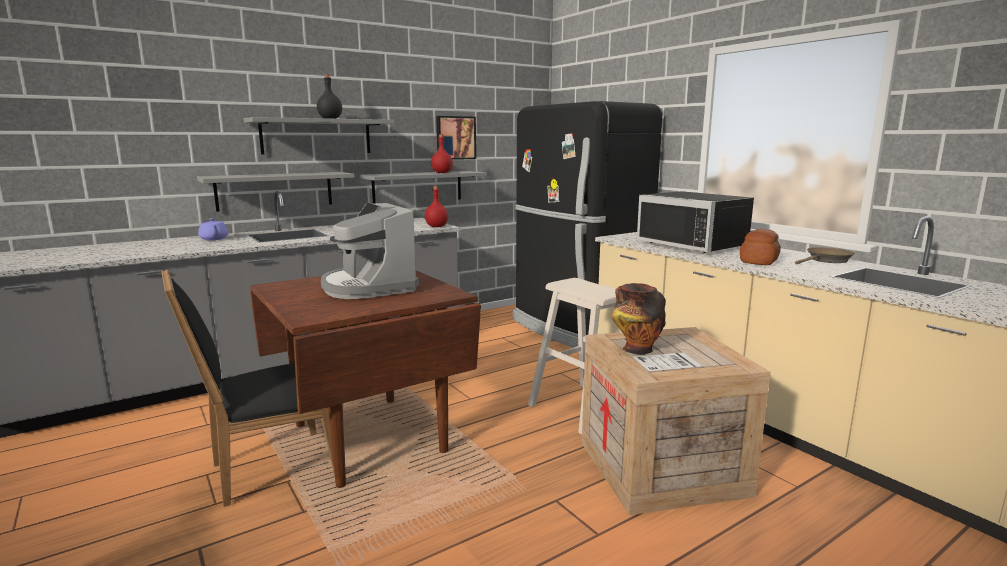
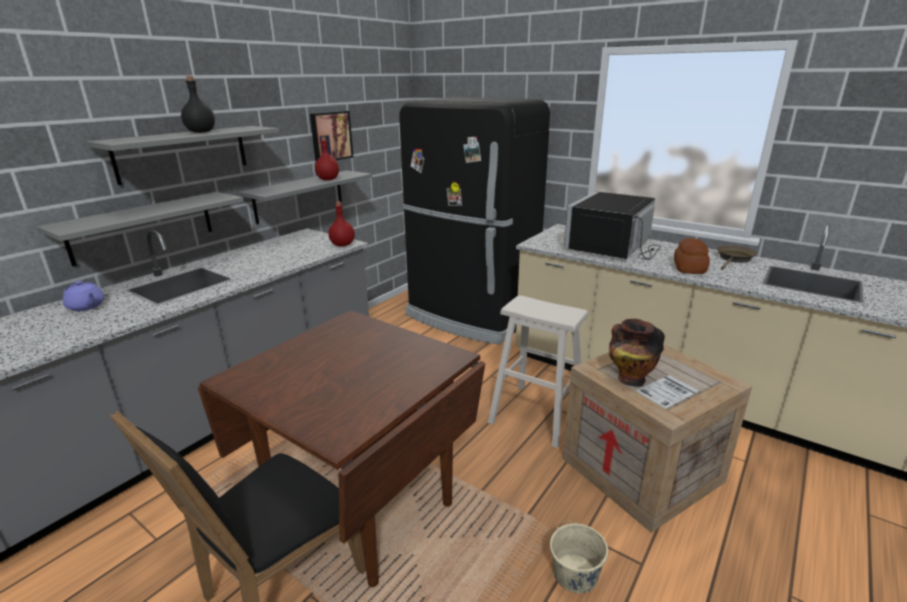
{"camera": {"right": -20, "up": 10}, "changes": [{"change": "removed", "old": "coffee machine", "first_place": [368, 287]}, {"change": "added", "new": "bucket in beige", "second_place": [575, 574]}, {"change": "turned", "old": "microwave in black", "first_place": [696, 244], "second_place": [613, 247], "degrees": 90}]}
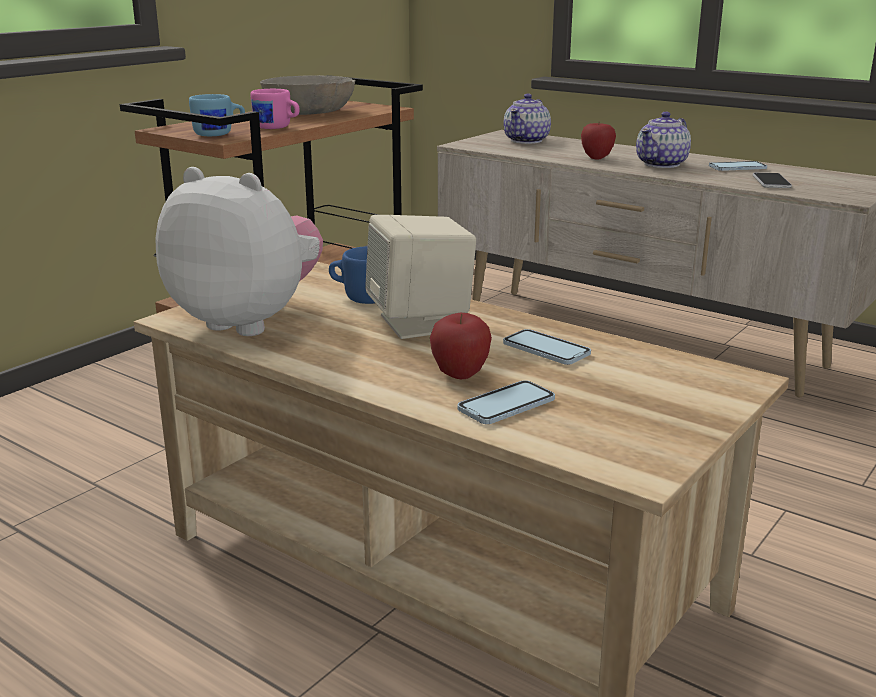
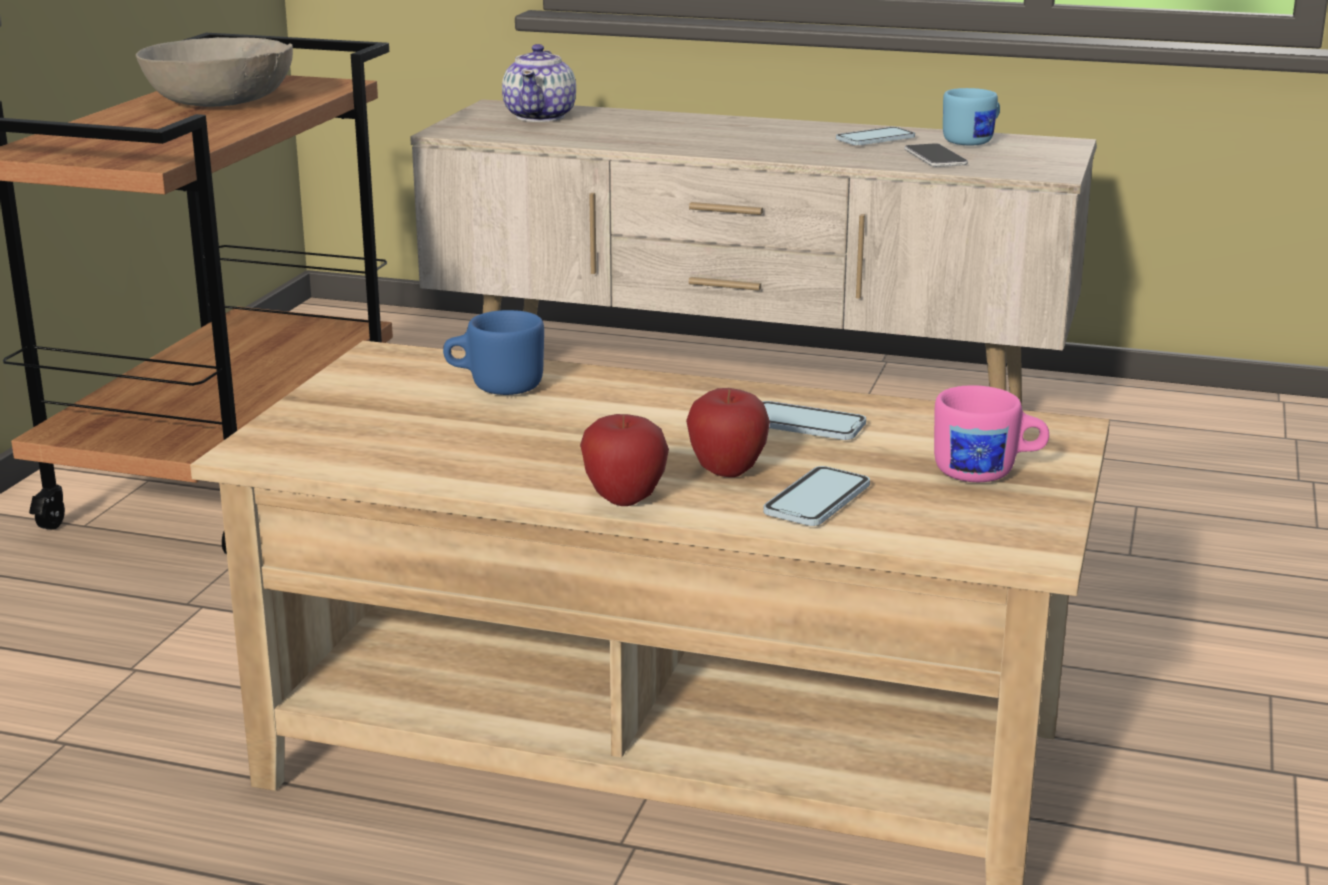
{"camera": {"right": -20, "up": 0}, "changes": [{"change": "removed", "old": "plush toy", "first_place": [248, 321]}, {"change": "removed", "old": "speaker in beige", "first_place": [420, 323]}, {"change": "removed", "old": "teapot", "first_place": [662, 164]}, {"change": "moved", "old": "mug in blue", "first_place": [219, 134], "second_place": [973, 141]}, {"change": "moved", "old": "mug in pink", "first_place": [277, 128], "second_place": [987, 473]}, {"change": "moved", "old": "apple", "first_place": [596, 158], "second_place": [624, 499]}]}
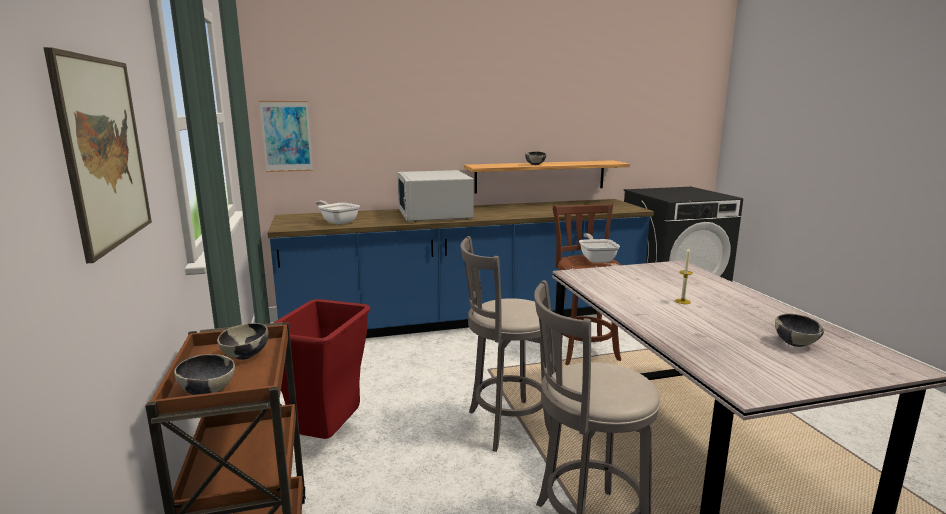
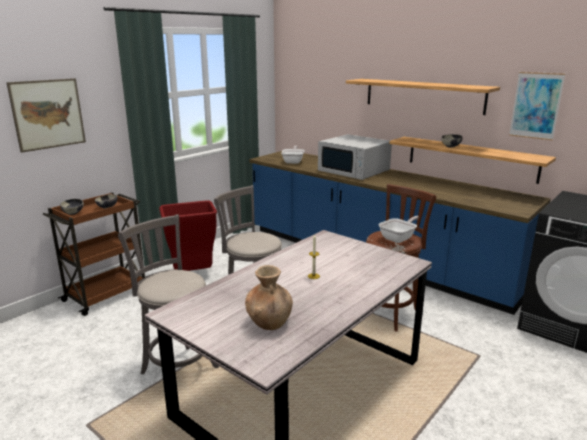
{"camera": {"right": 55, "up": 5}, "changes": [{"change": "added", "new": "shelf", "second_place": [423, 95]}, {"change": "moved", "old": "picture", "first_place": [287, 136], "second_place": [536, 105]}, {"change": "replaced", "old": "bowl", "new": "vase in brown", "first_place": [795, 343], "second_place": [269, 322]}, {"change": "turned", "old": "microwave in white", "first_place": [434, 214], "second_place": [354, 171], "degrees": -90}]}
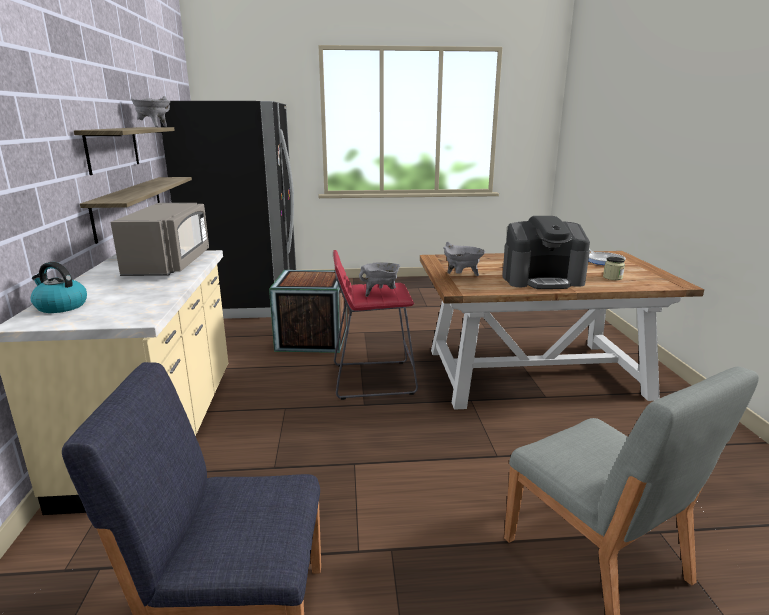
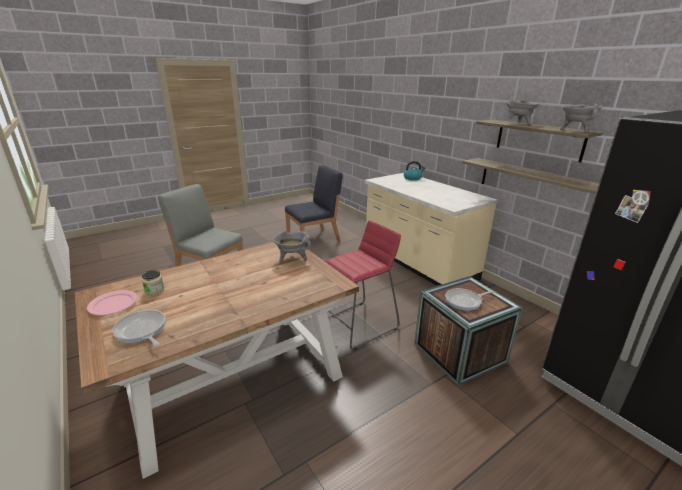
{"camera": {"right": 150, "up": 5}, "changes": [{"change": "removed", "old": "microwave in grey", "first_place": [170, 264]}, {"change": "removed", "old": "coffee machine", "first_place": [542, 280]}, {"change": "added", "new": "plate in pink", "second_place": [114, 304]}, {"change": "added", "new": "frying pan", "second_place": [465, 301]}, {"change": "moved", "old": "cooking pot in grey", "first_place": [380, 293], "second_place": [518, 124]}]}
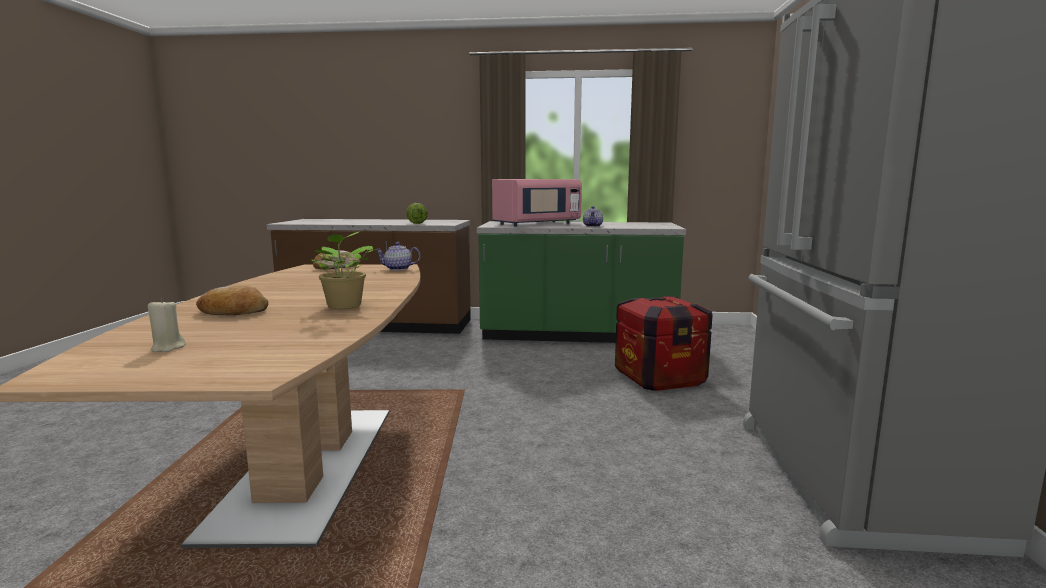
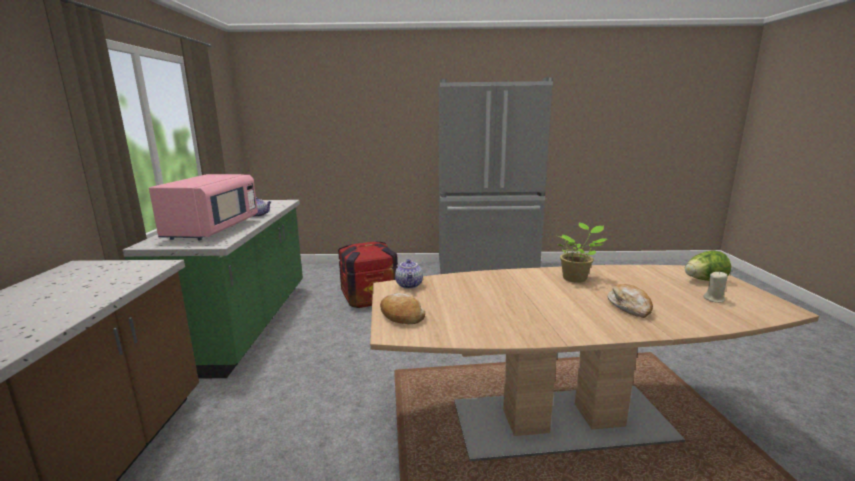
{"camera": {"right": -95, "up": 5}, "changes": [{"change": "moved", "old": "lettuce", "first_place": [416, 223], "second_place": [704, 280]}, {"change": "turned", "old": "microwave in pink", "first_place": [536, 224], "second_place": [212, 230], "degrees": 45}]}
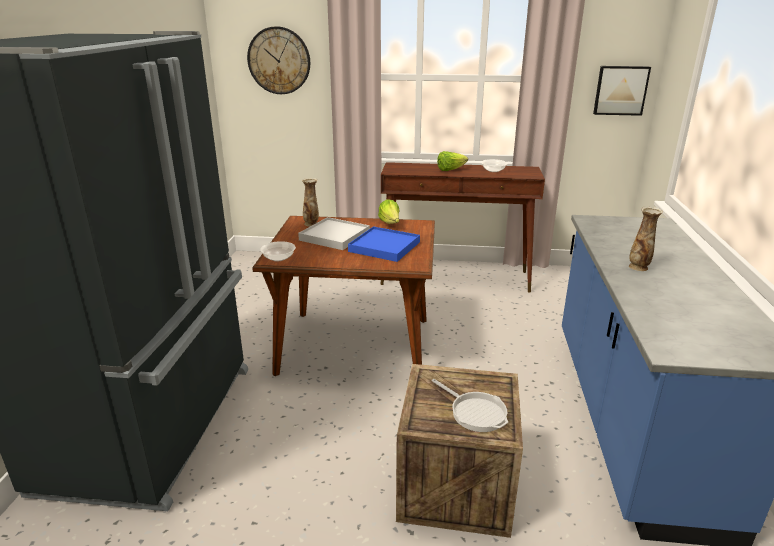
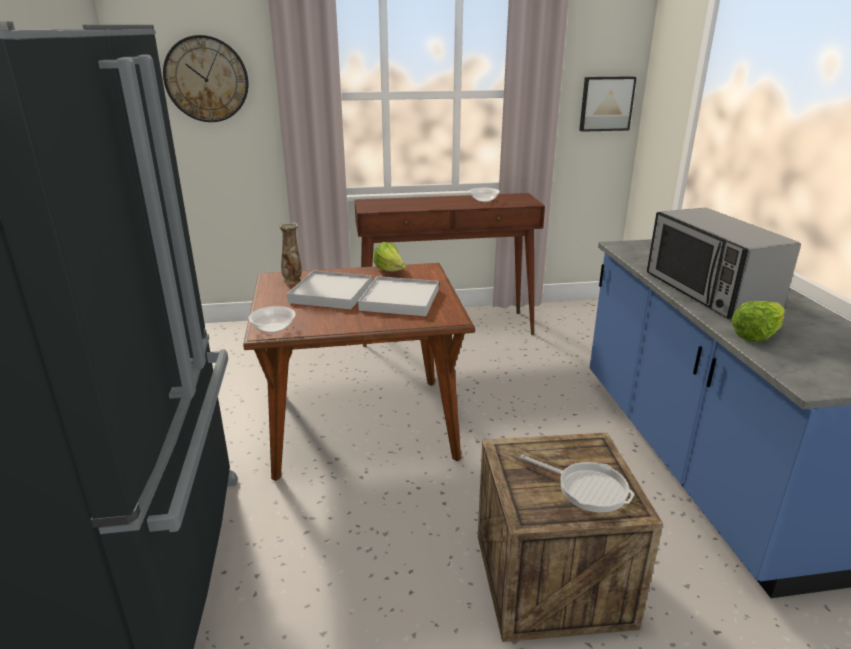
{"camera": {"right": -15, "up": 0}, "changes": [{"change": "moved", "old": "lettuce", "first_place": [450, 170], "second_place": [756, 335]}, {"change": "replaced", "old": "vase", "new": "microwave", "first_place": [639, 267], "second_place": [708, 292]}, {"change": "recoloured", "old": "tray in blue", "new": "tray in white", "first_place": [384, 247], "second_place": [399, 300]}]}
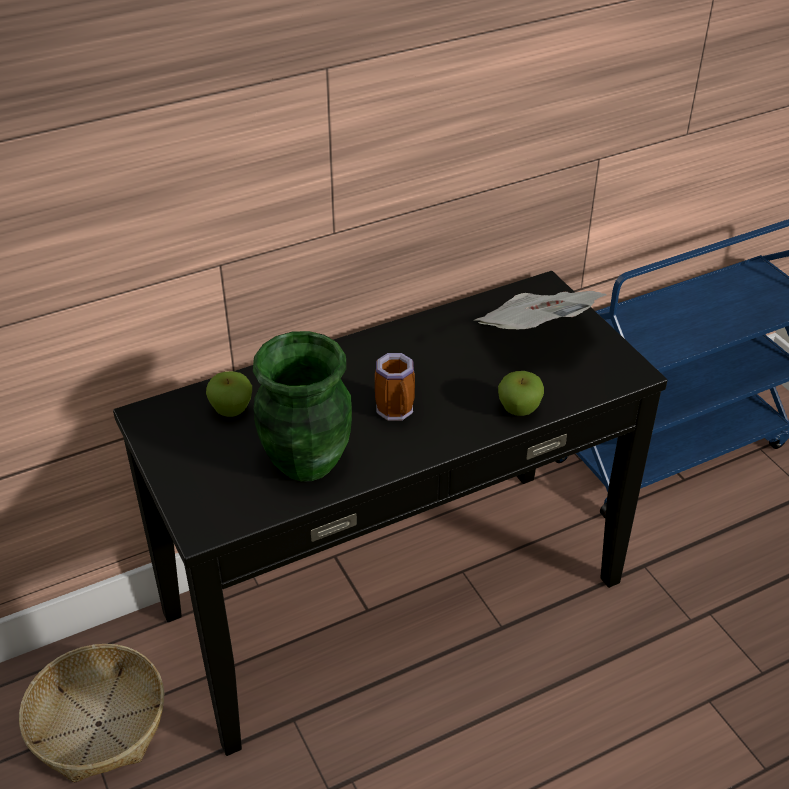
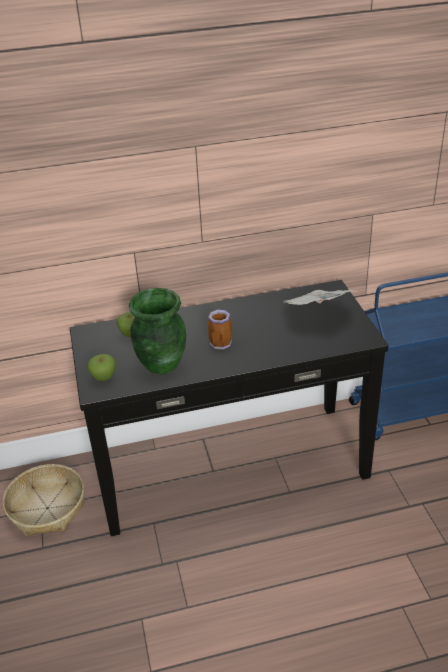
{"camera": {"right": 15, "up": -5}, "changes": [{"change": "moved", "old": "apple", "first_place": [519, 410], "second_place": [103, 377]}]}
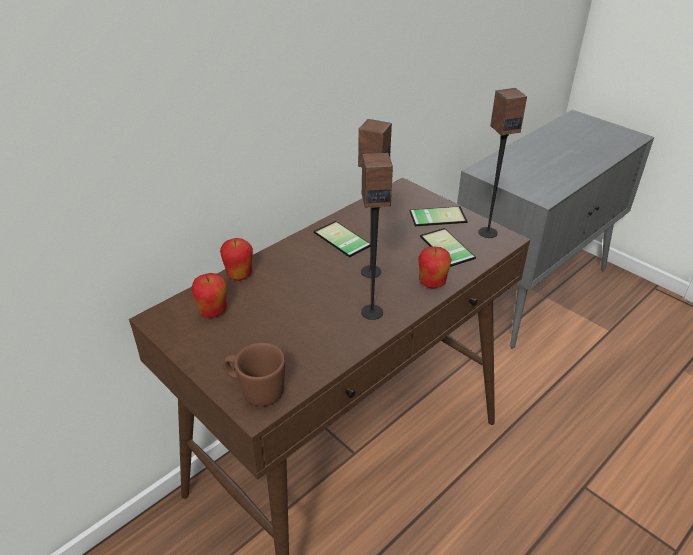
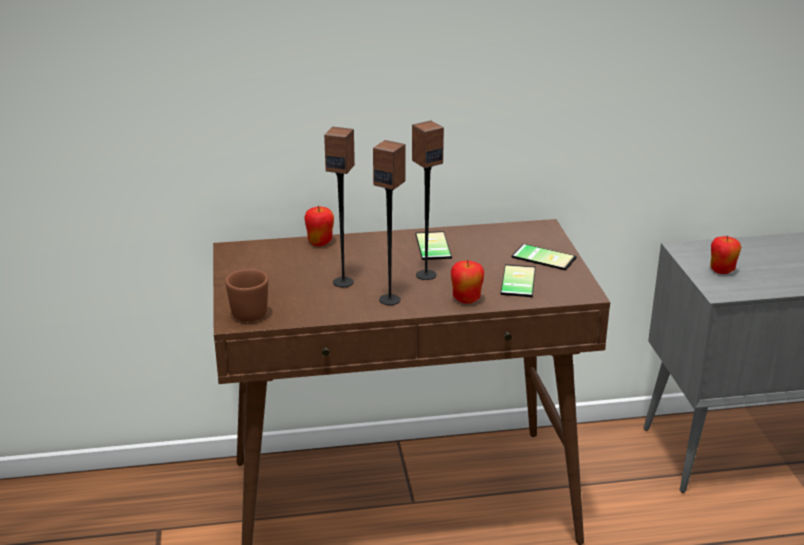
{"camera": {"right": 35, "up": -10}, "changes": [{"change": "moved", "old": "apple", "first_place": [213, 312], "second_place": [721, 271]}, {"change": "moved", "old": "speaker", "first_place": [487, 232], "second_place": [343, 282]}]}
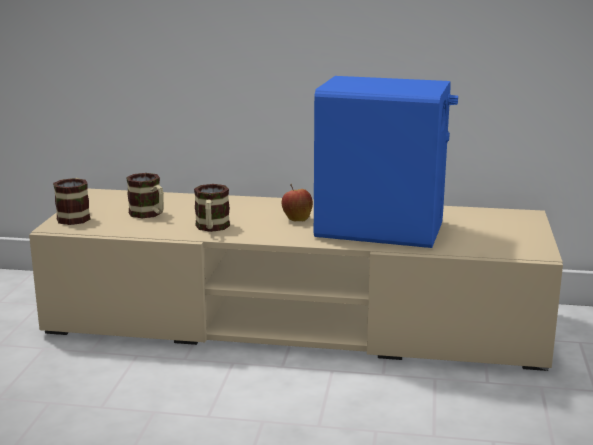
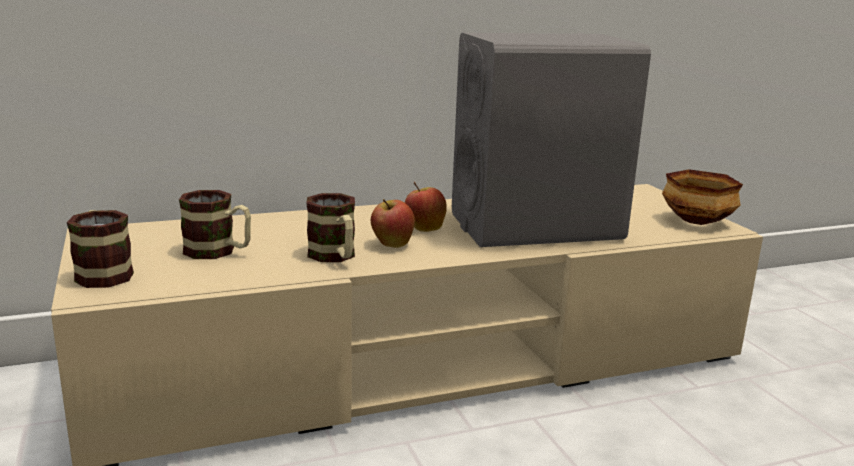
{"camera": {"right": -30, "up": 0}, "changes": [{"change": "added", "new": "apple", "second_place": [392, 245]}, {"change": "added", "new": "bowl", "second_place": [694, 221]}, {"change": "recoloured", "old": "speaker in blue", "new": "speaker in grey", "first_place": [380, 229], "second_place": [536, 227]}]}
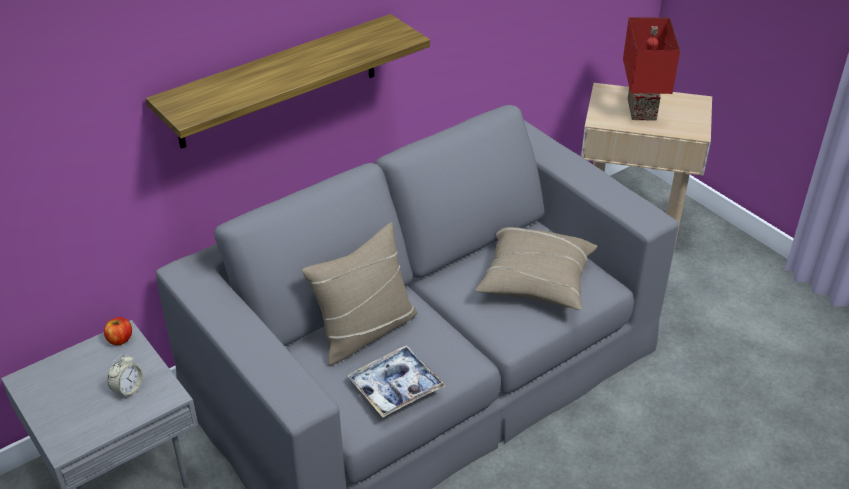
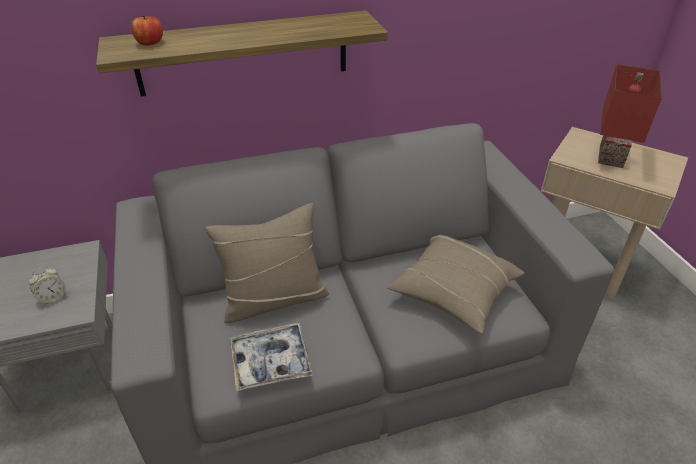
{"camera": {"right": 20, "up": 0}, "changes": [{"change": "moved", "old": "apple", "first_place": [120, 339], "second_place": [150, 43]}]}
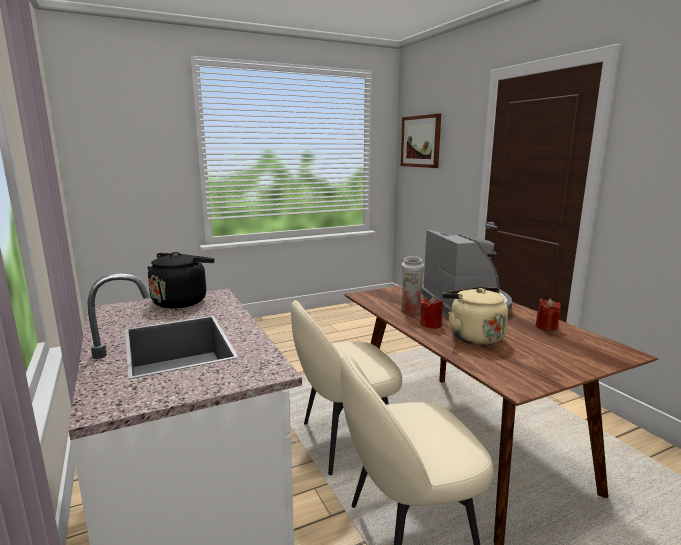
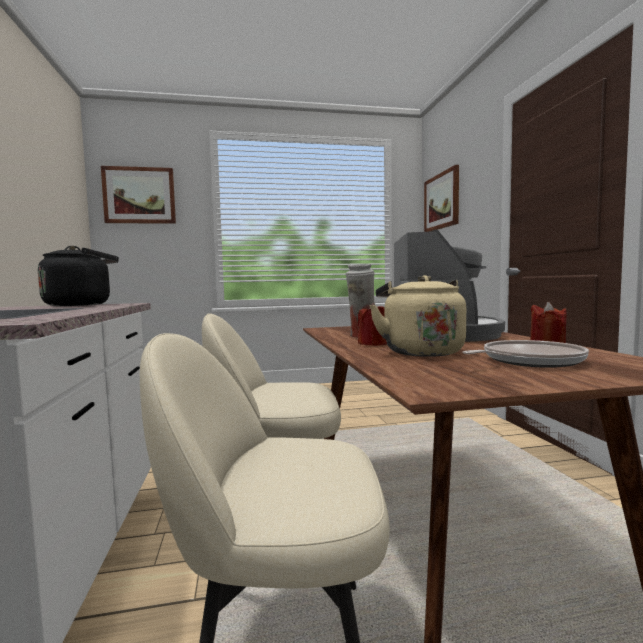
{"camera": {"right": 15, "up": -10}, "changes": [{"change": "added", "new": "picture", "second_place": [139, 195]}, {"change": "added", "new": "frying pan", "second_place": [528, 361]}]}
